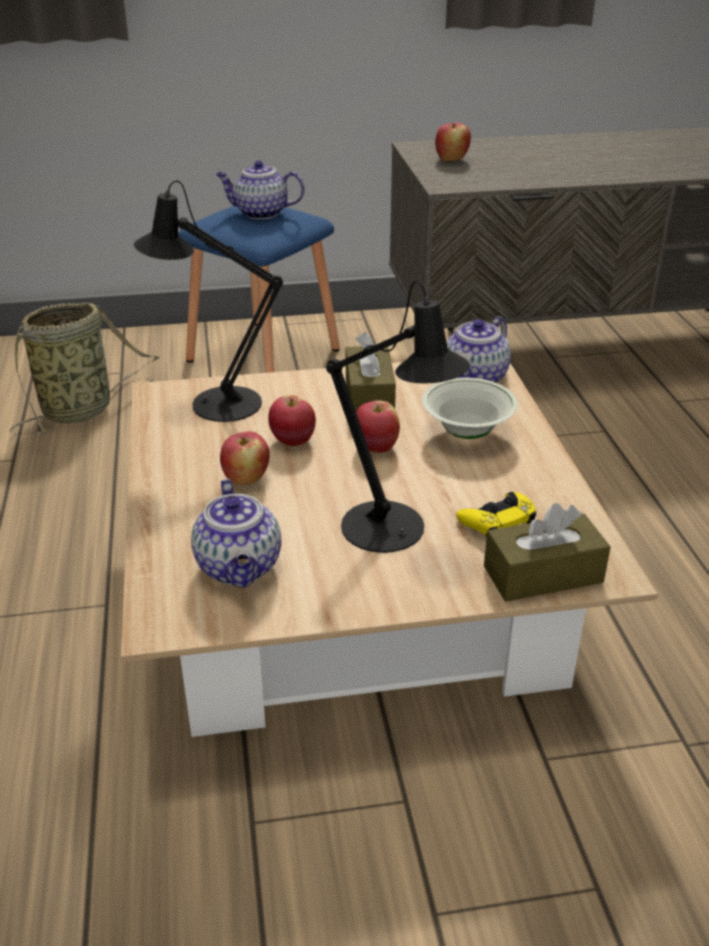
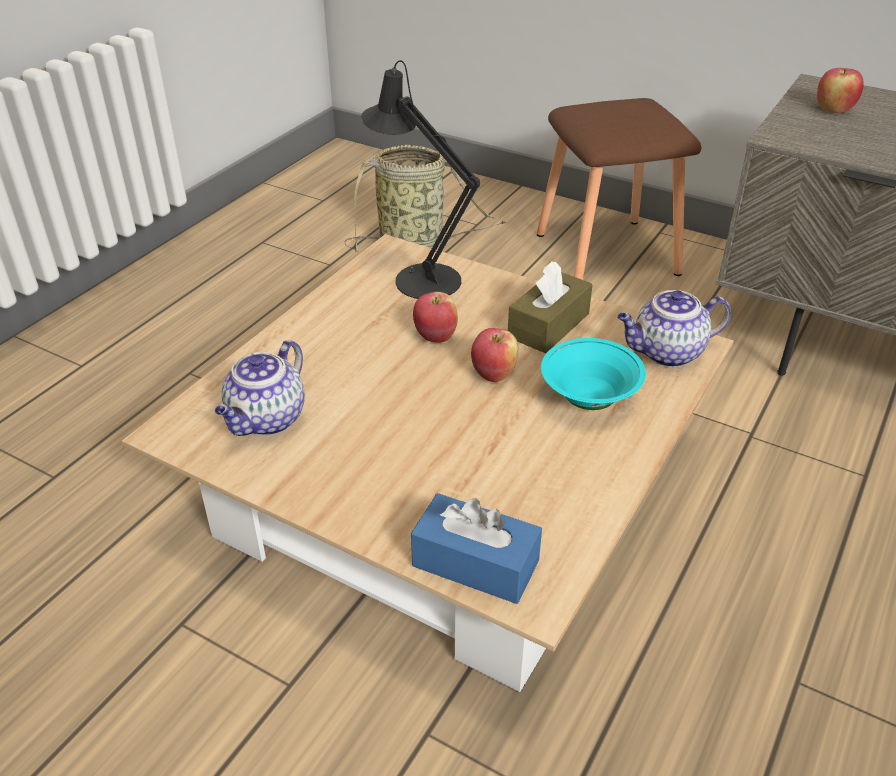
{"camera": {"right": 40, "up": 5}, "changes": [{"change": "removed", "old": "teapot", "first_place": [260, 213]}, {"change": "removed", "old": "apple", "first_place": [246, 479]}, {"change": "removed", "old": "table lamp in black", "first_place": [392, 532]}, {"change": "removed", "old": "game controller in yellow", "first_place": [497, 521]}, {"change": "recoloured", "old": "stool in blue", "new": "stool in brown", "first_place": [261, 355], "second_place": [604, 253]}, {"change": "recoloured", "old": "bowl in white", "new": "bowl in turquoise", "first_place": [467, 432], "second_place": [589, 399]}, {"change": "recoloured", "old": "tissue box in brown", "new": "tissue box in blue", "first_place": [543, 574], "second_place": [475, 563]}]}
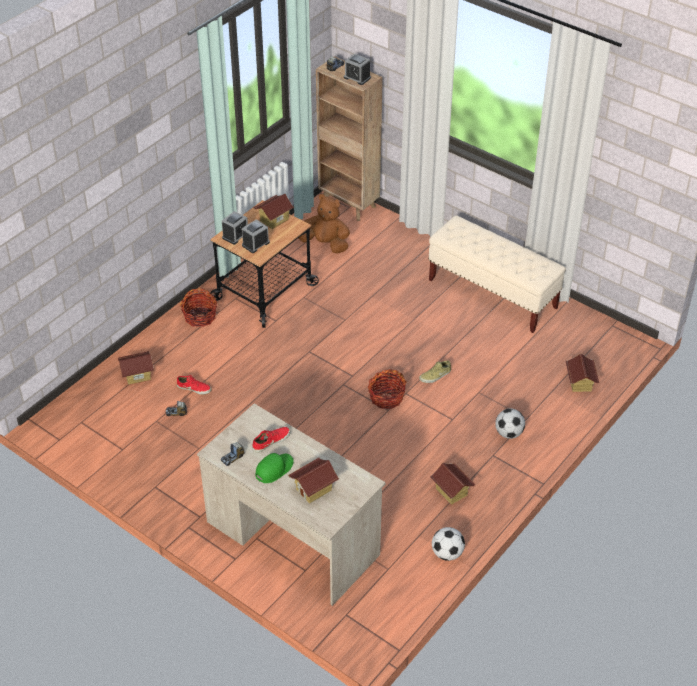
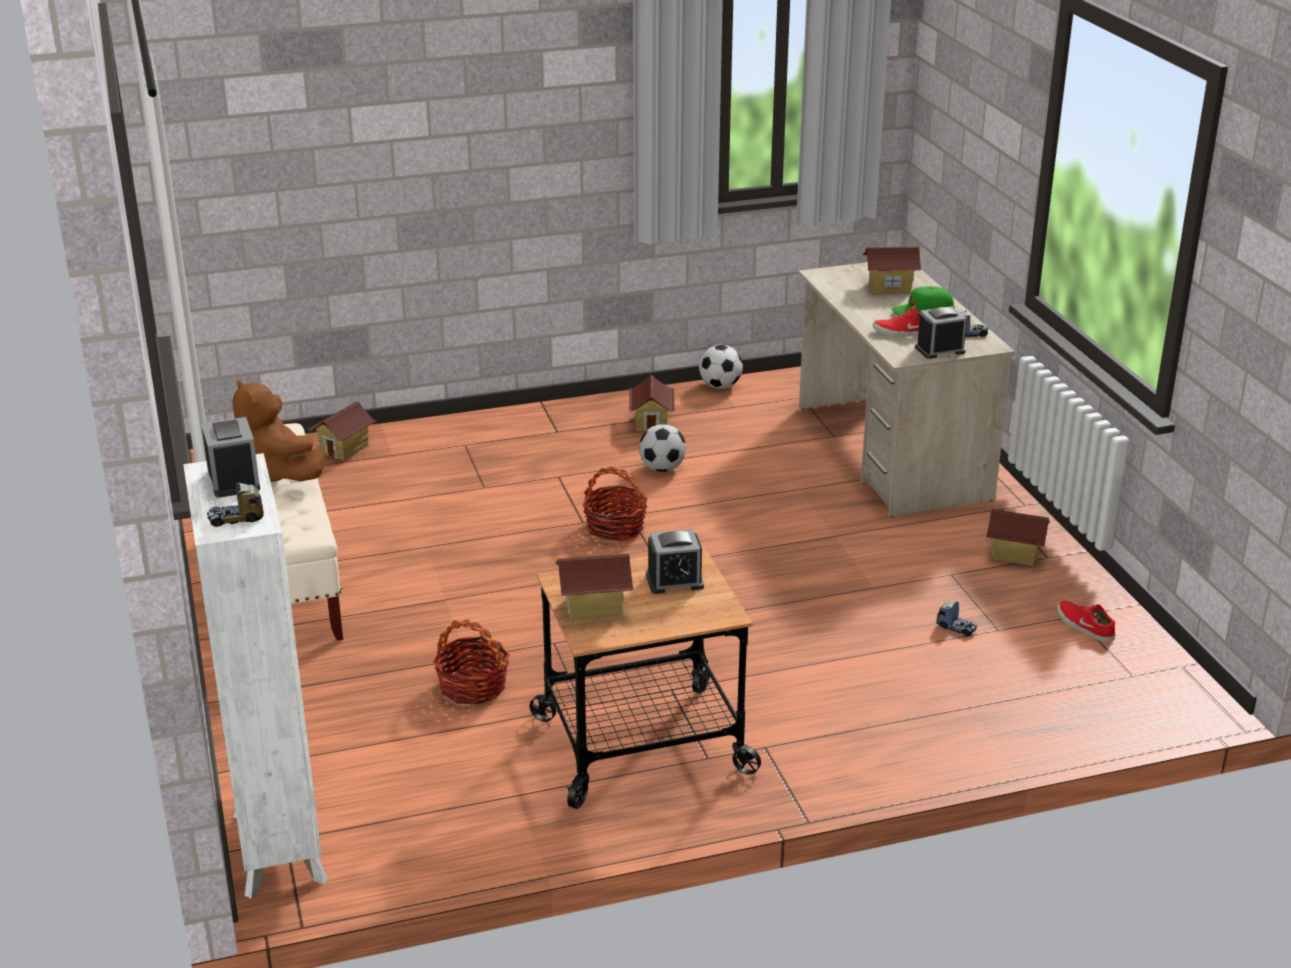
{"camera": {"right": -145, "up": -15}, "changes": [{"change": "removed", "old": "shoe in beige", "first_place": [435, 376]}, {"change": "moved", "old": "toy house", "first_place": [137, 375], "second_place": [1014, 554]}, {"change": "moved", "old": "shoe in red", "first_place": [194, 388], "second_place": [1083, 626]}, {"change": "moved", "old": "basket", "first_place": [200, 317], "second_place": [472, 686]}, {"change": "moved", "old": "alarm clock", "first_place": [235, 235], "second_place": [940, 349]}, {"change": "moved", "old": "plush toy in brown", "first_place": [325, 244], "second_place": [280, 474]}, {"change": "moved", "old": "football", "first_place": [508, 433], "second_place": [662, 468]}, {"change": "recoloured", "old": "bookcase in brown", "new": "bookcase in white", "first_place": [349, 205], "second_place": [279, 845]}]}
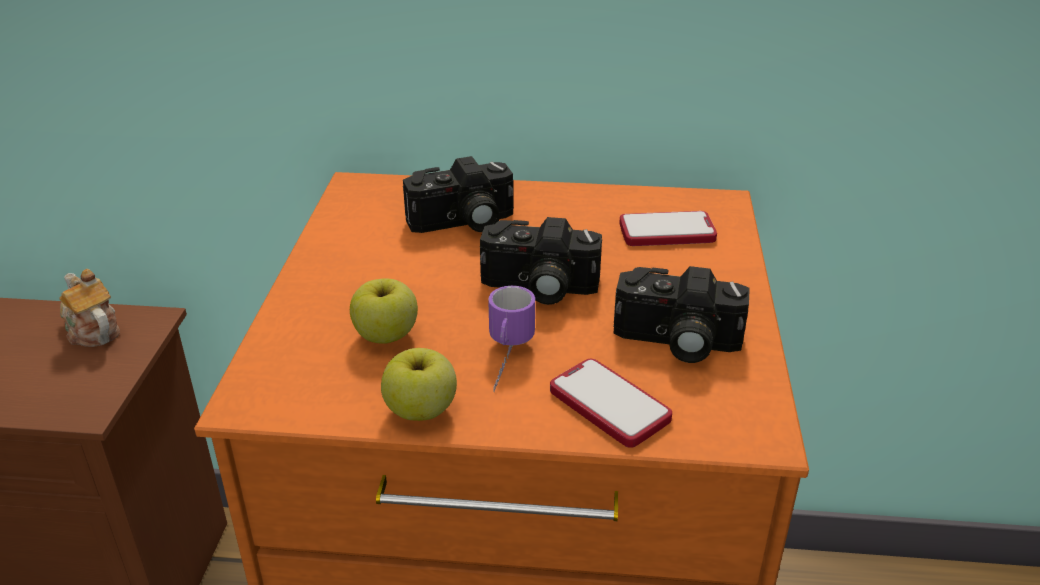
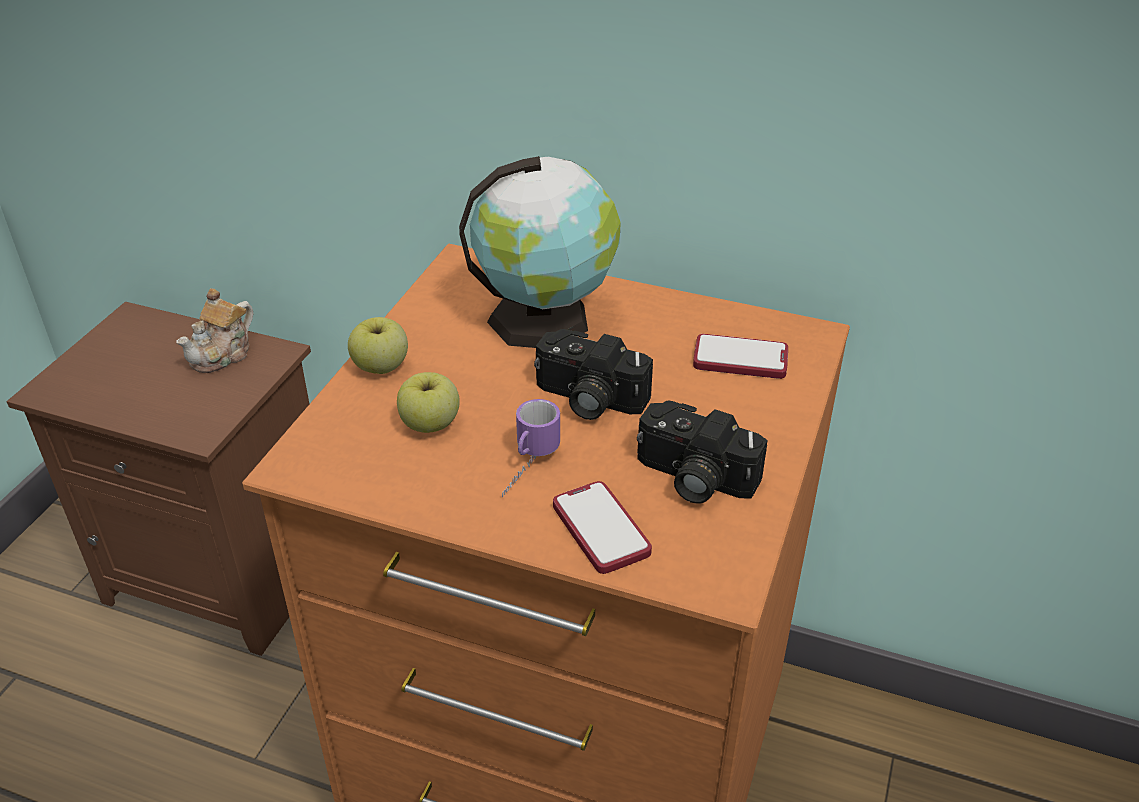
{"camera": {"right": 15, "up": 5}, "changes": [{"change": "moved", "old": "apple", "first_place": [421, 411], "second_place": [381, 367]}, {"change": "replaced", "old": "photo camera", "new": "globe", "first_place": [463, 223], "second_place": [545, 318]}, {"change": "turned", "old": "teapot", "first_place": [92, 330], "second_place": [223, 354], "degrees": -120}]}
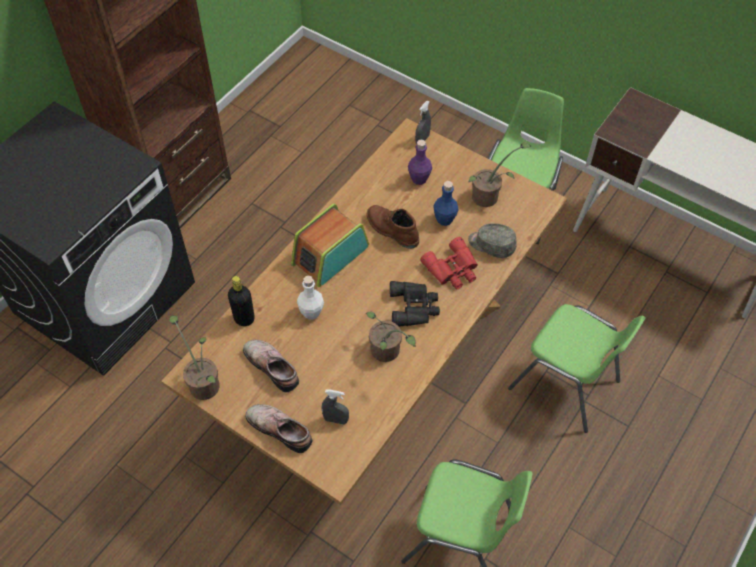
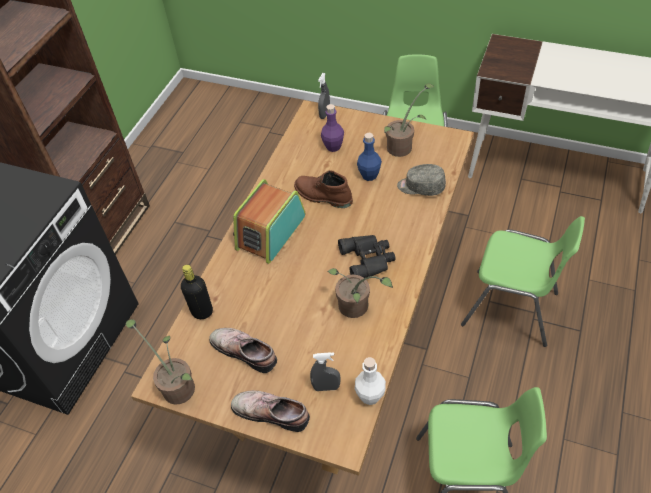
{"camera": {"right": -10, "up": -5}, "changes": [{"change": "removed", "old": "binoculars in red", "first_place": [453, 269]}, {"change": "moved", "old": "bottle in white", "first_place": [311, 312], "second_place": [370, 396]}]}
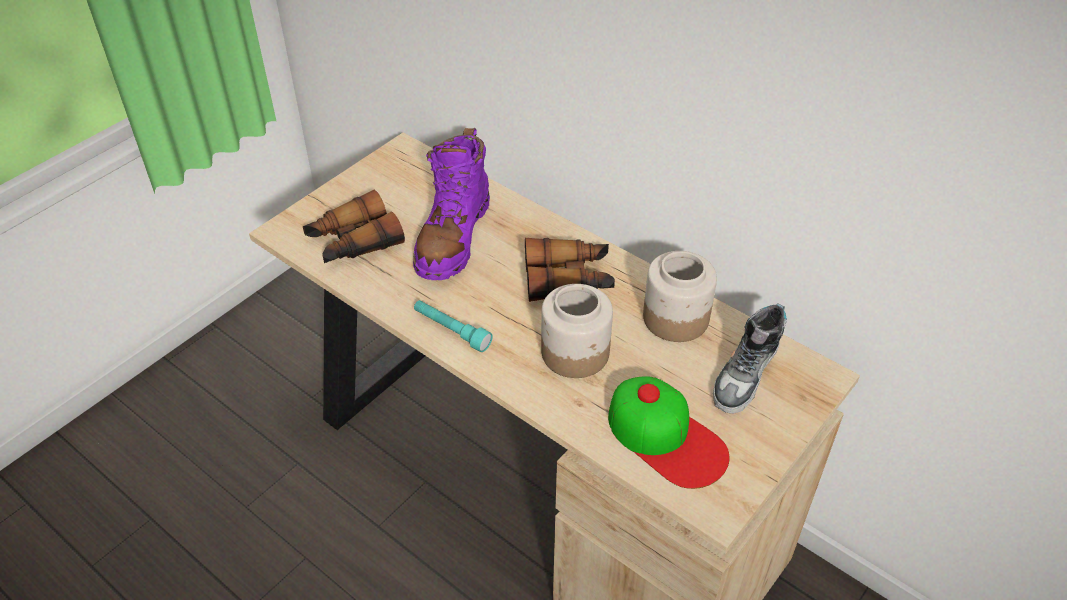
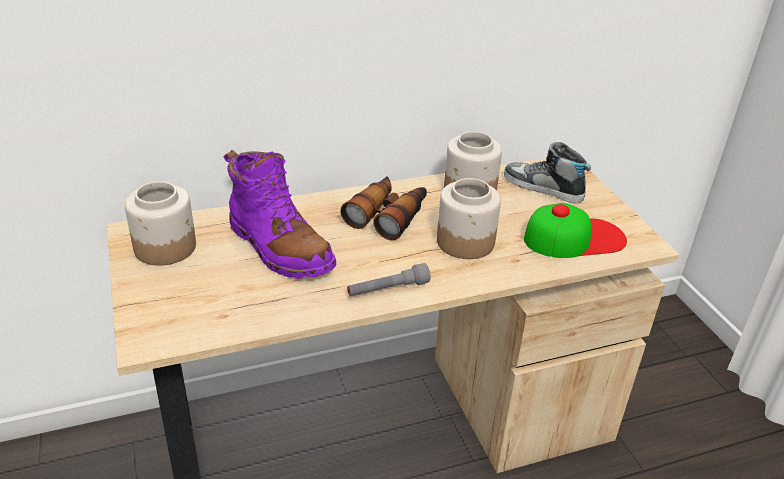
{"camera": {"right": -60, "up": -10}, "changes": [{"change": "removed", "old": "binoculars", "first_place": [353, 242]}, {"change": "added", "new": "jar", "second_place": [166, 247]}, {"change": "recoloured", "old": "flashlight in turquoise", "new": "flashlight in grey", "first_place": [451, 331], "second_place": [388, 289]}, {"change": "turned", "old": "shoe", "first_place": [746, 375], "second_place": [543, 188], "degrees": 150}]}
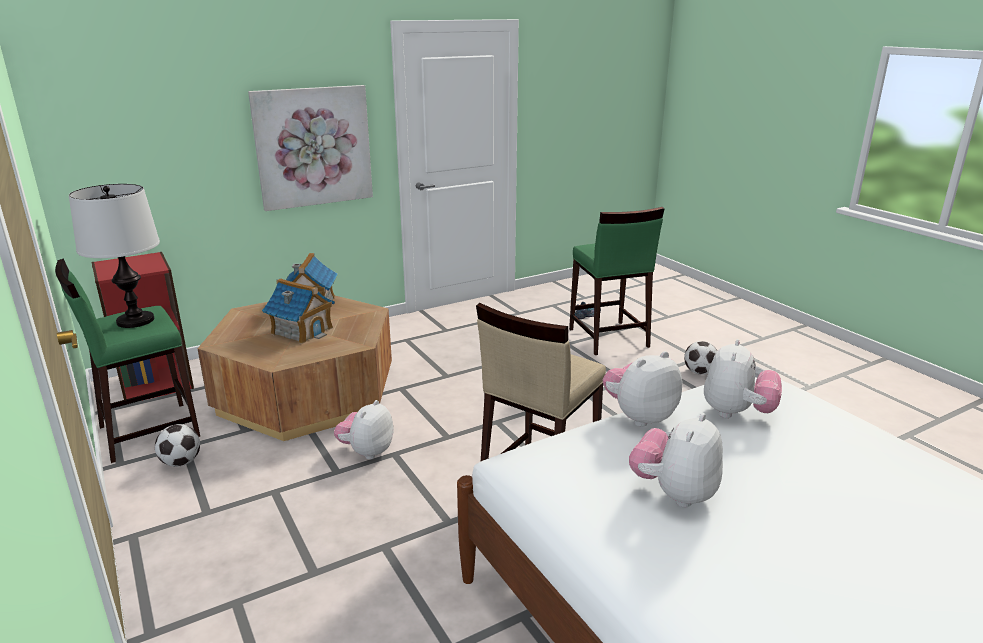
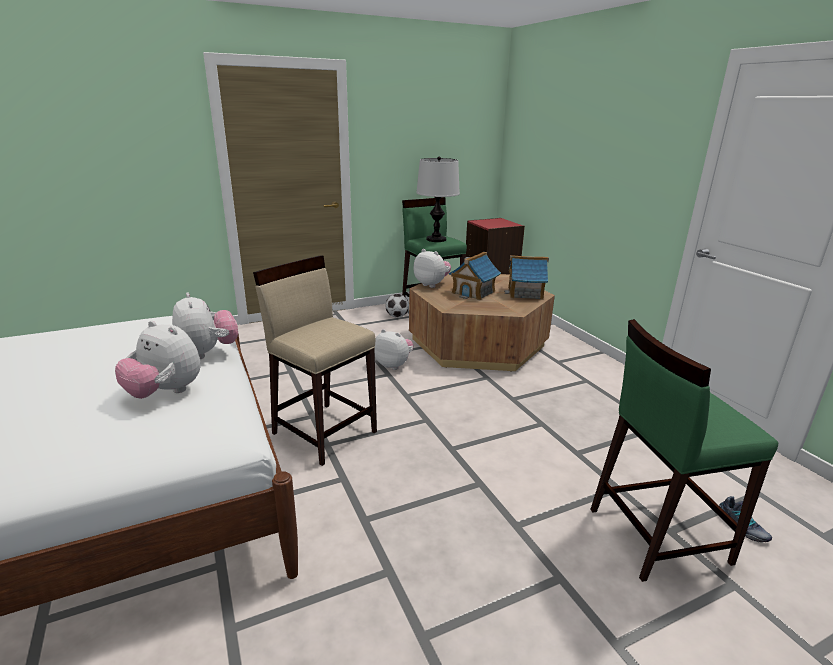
{"camera": {"right": 95, "up": 0}, "changes": [{"change": "removed", "old": "picture", "first_place": [313, 147]}, {"change": "removed", "old": "football", "first_place": [699, 372]}, {"change": "moved", "old": "plush toy", "first_place": [674, 493], "second_place": [432, 284]}]}
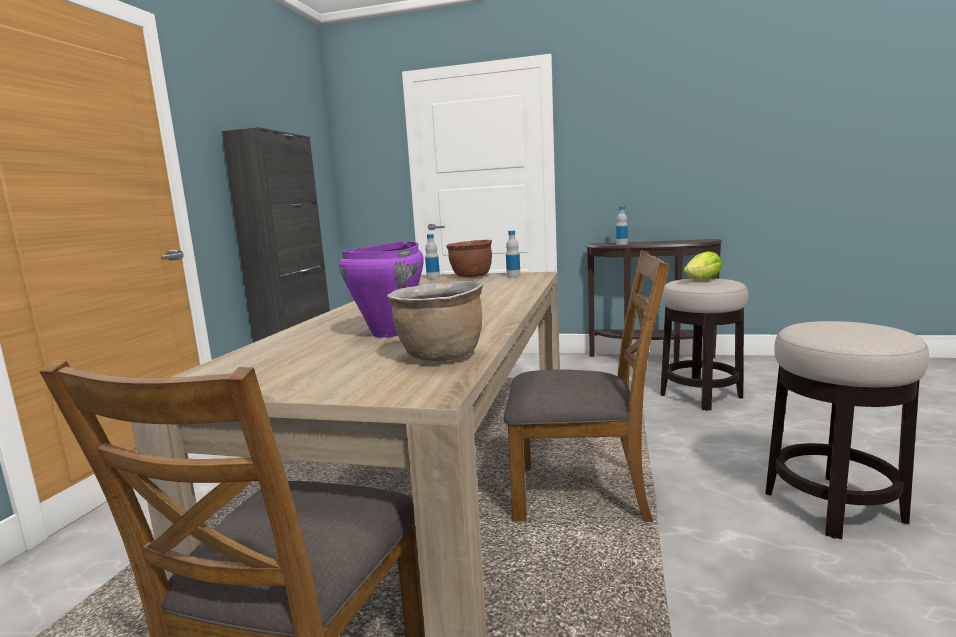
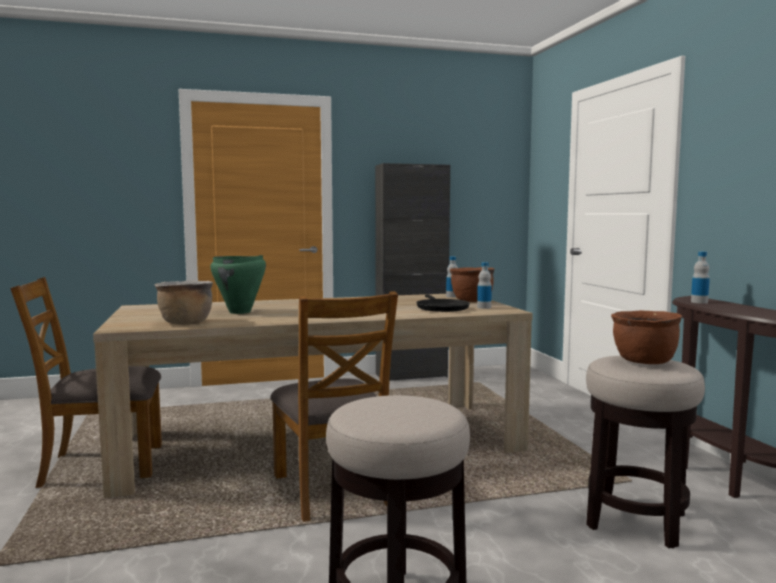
{"camera": {"right": 60, "up": -5}, "changes": [{"change": "added", "new": "frying pan in black", "second_place": [441, 308]}, {"change": "replaced", "old": "lettuce", "new": "cooking pot in brown", "first_place": [703, 280], "second_place": [644, 362]}, {"change": "recoloured", "old": "cooking pot in purple", "new": "cooking pot in green", "first_place": [389, 333], "second_place": [240, 312]}]}
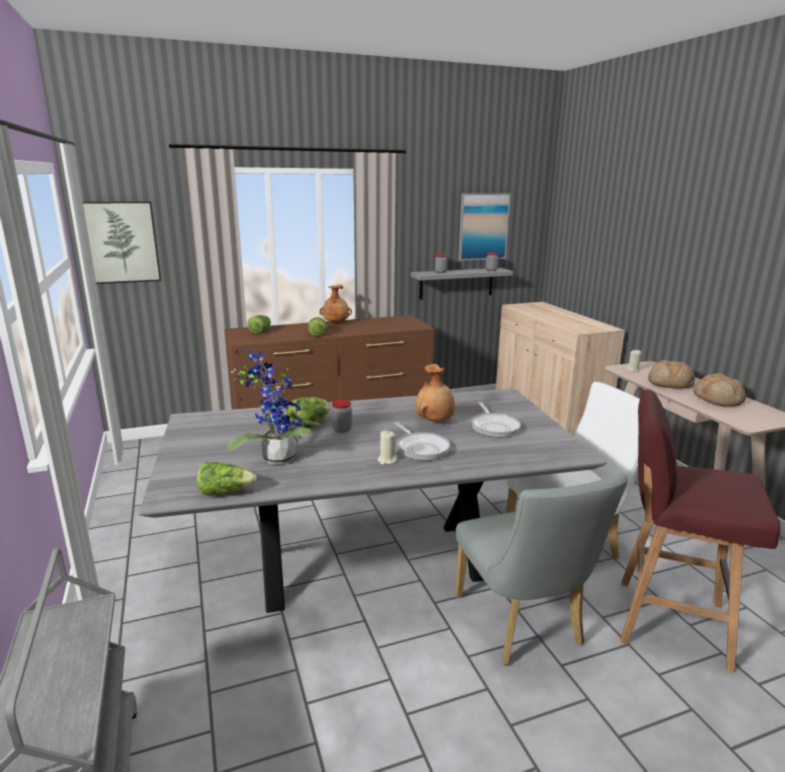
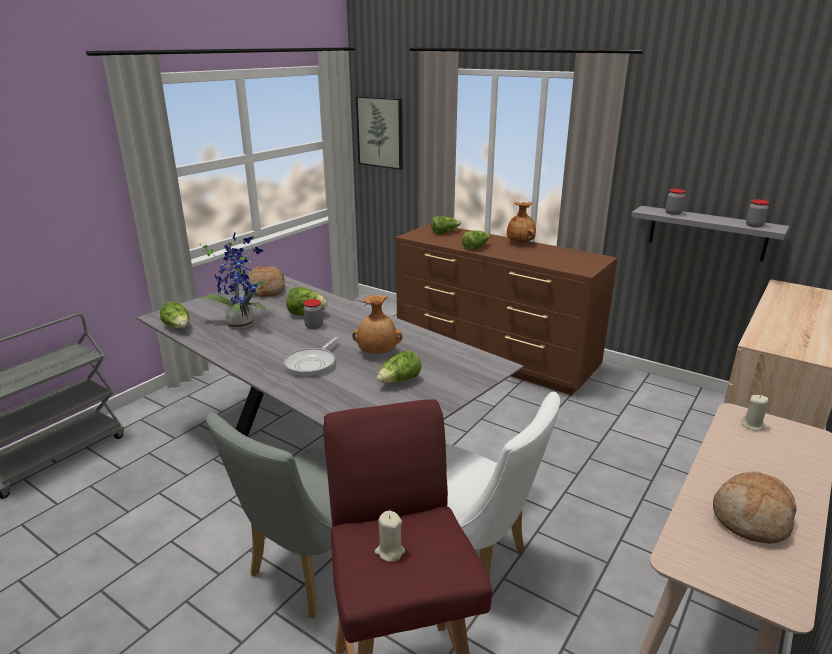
{"camera": {"right": 55, "up": 5}, "changes": [{"change": "removed", "old": "picture", "first_place": [483, 226]}, {"change": "moved", "old": "candle in beige", "first_place": [387, 460], "second_place": [389, 551]}, {"change": "moved", "old": "bread", "first_place": [669, 384], "second_place": [265, 290]}, {"change": "replaced", "old": "frying pan", "new": "lettuce", "first_place": [494, 427], "second_place": [399, 381]}]}
